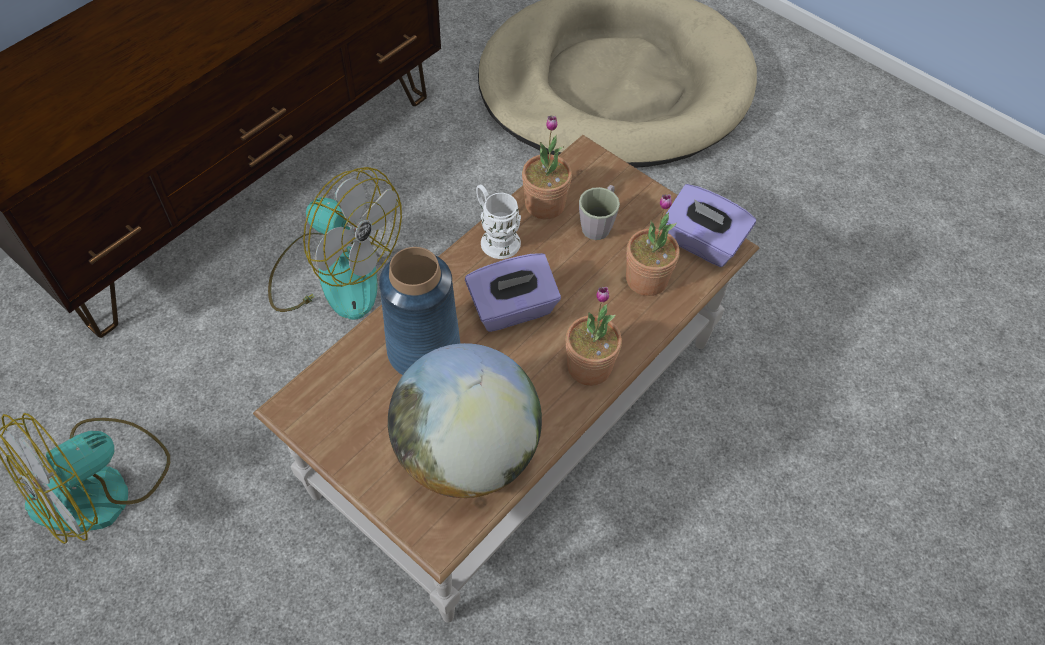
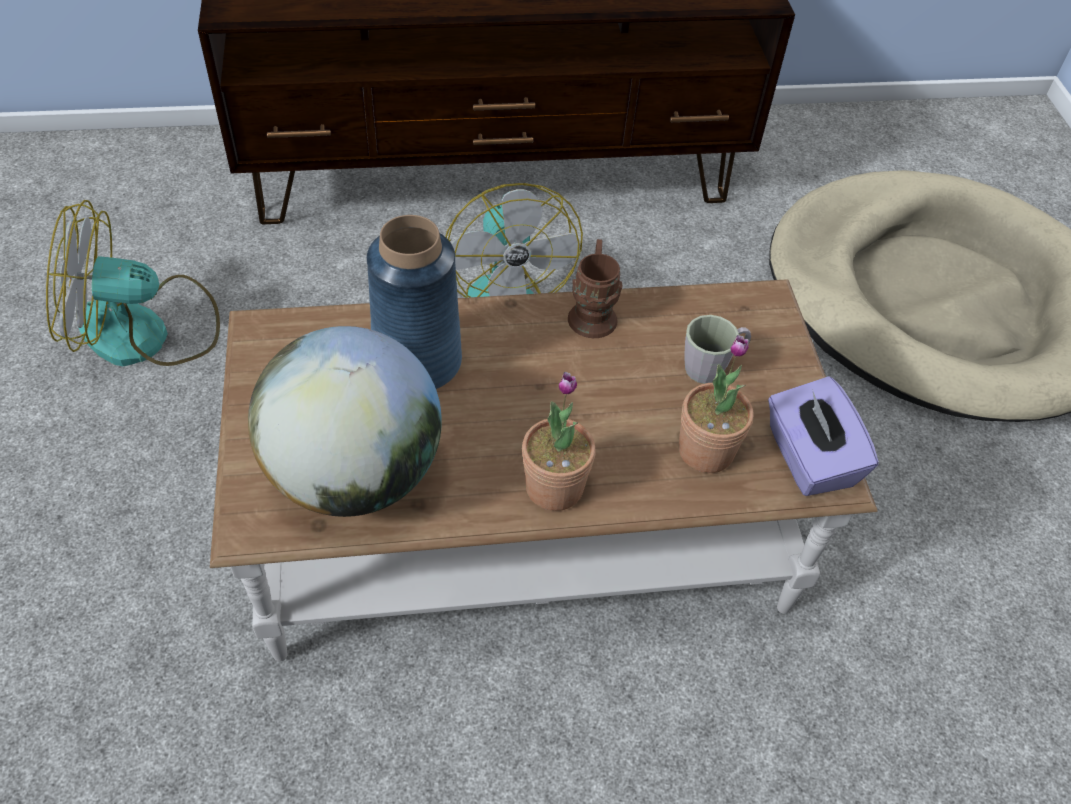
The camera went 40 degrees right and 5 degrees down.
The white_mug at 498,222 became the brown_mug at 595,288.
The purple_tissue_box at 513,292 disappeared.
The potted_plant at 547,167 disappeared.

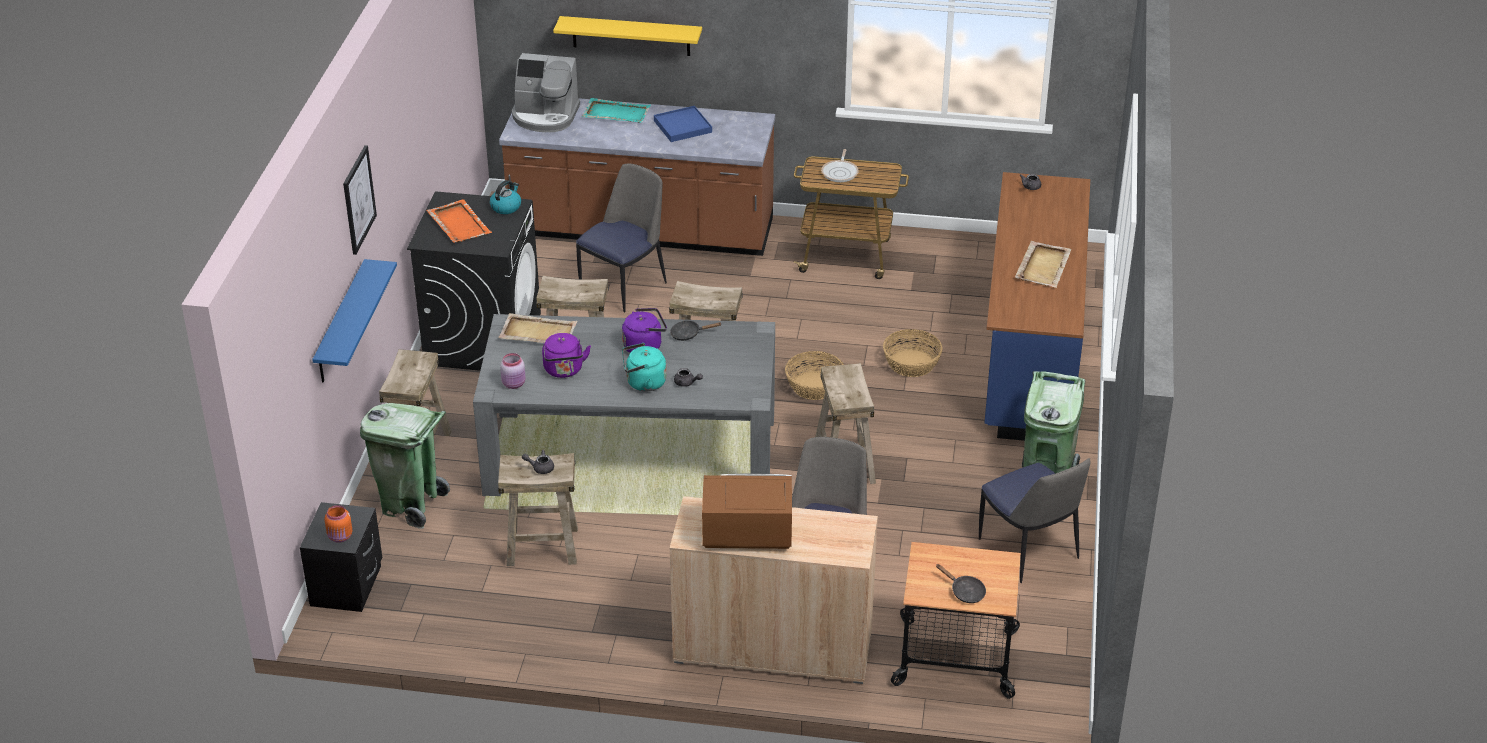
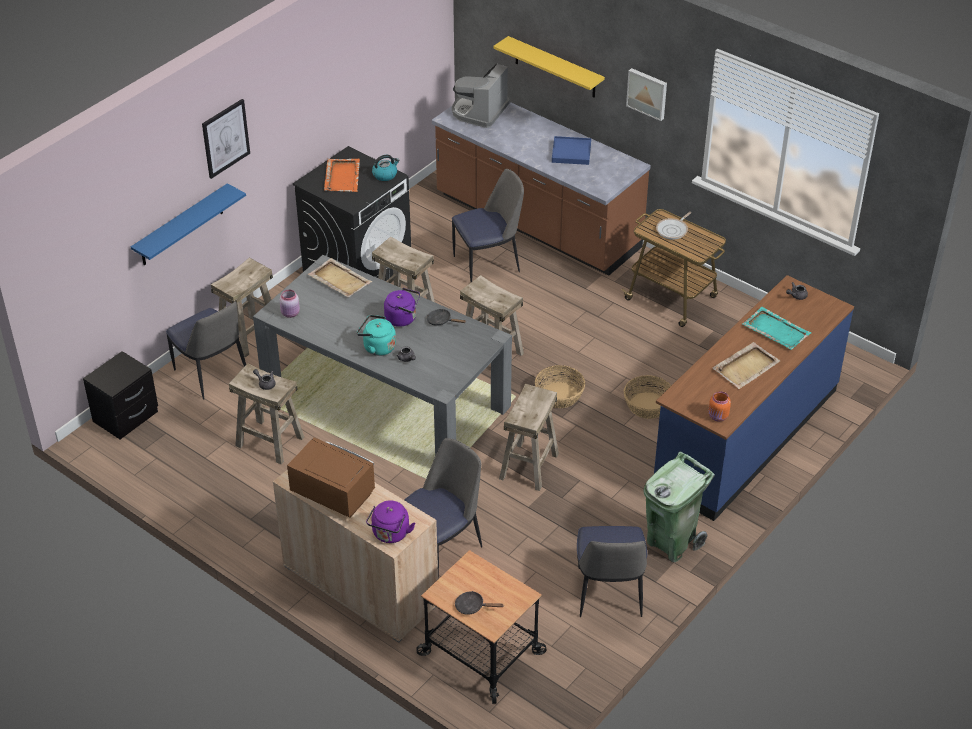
The camera went 30 degrees right and 5 degrees up.
The green_trash_can at 405,466 was replaced by the chair at 206,351.
The purple_kettle moved from 566,355 to 390,522.
The coffee_machine at 546,92 turned 75 degrees clockwise.
The black_frying_pan at 961,583 turned 120 degrees clockwise.
The picture at 646,94 appeared.
The orange_jar moved from 338,524 to 719,406.
The turquoise_tray moved from 616,110 to 776,328.

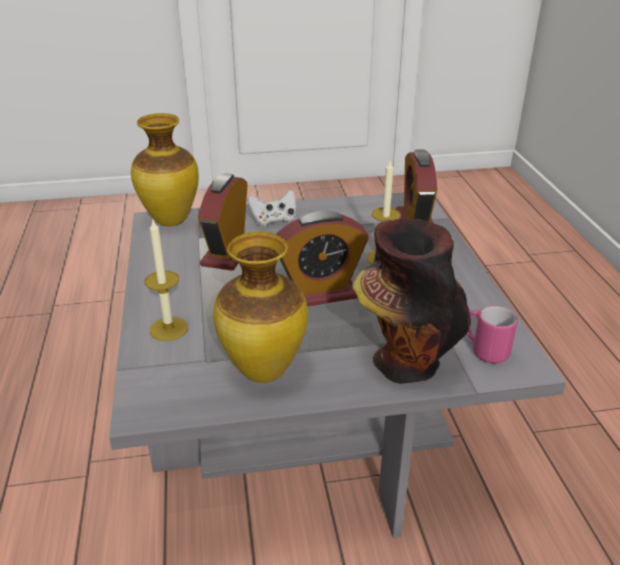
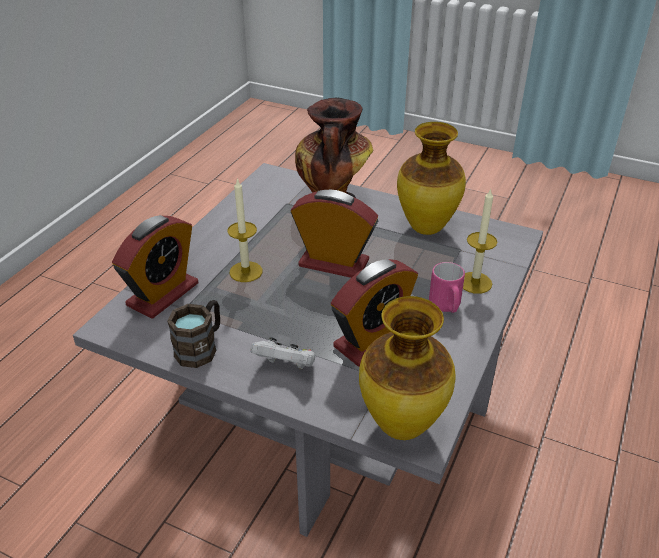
The camera went 145 degrees left and 5 degrees up.
The brown_mug at 193,334 appeared.
The pink_mug moved from 492,335 to 447,287.

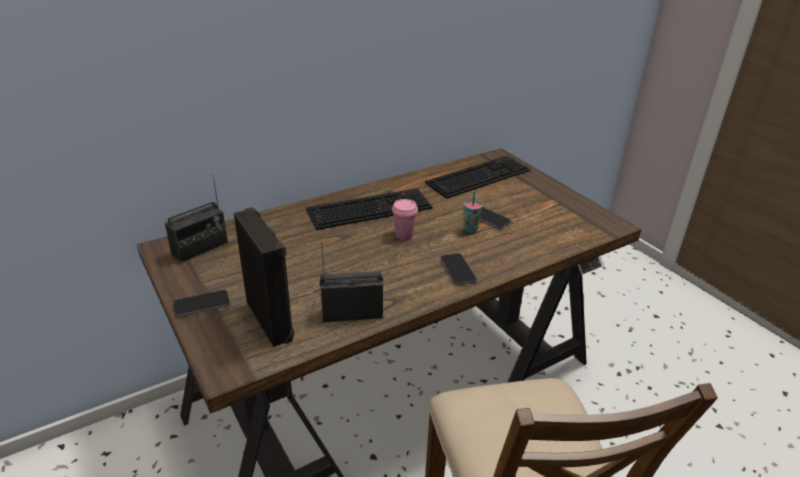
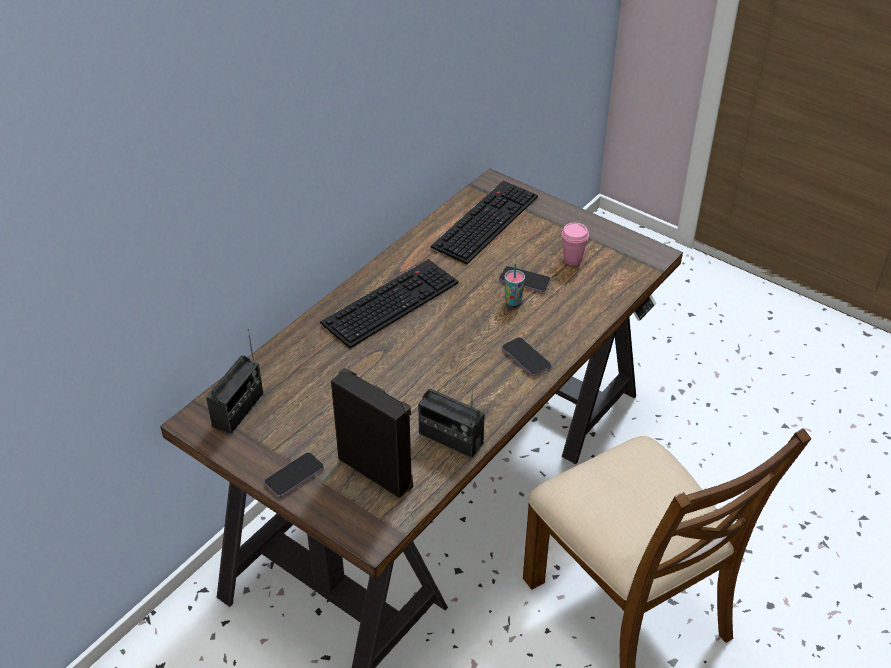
The camera went 20 degrees left and 10 degrees up.
The radio at 351,279 turned 120 degrees counterclockwise.
The pink_cup moved from 405,219 to 575,244.

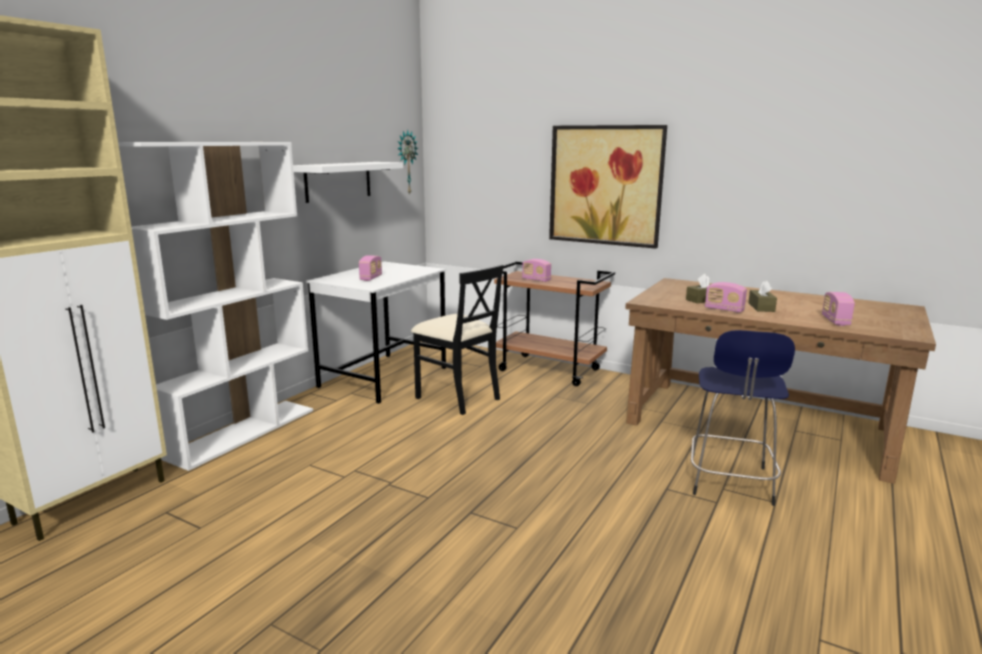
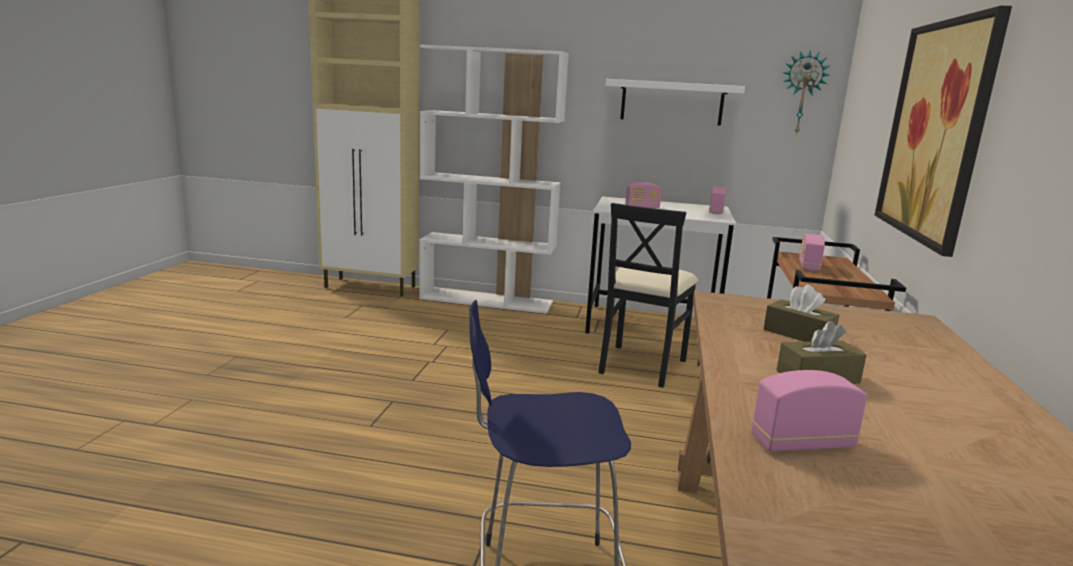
The camera went 70 degrees right and 0 degrees up.
The radio moved from 726,297 to 717,200.

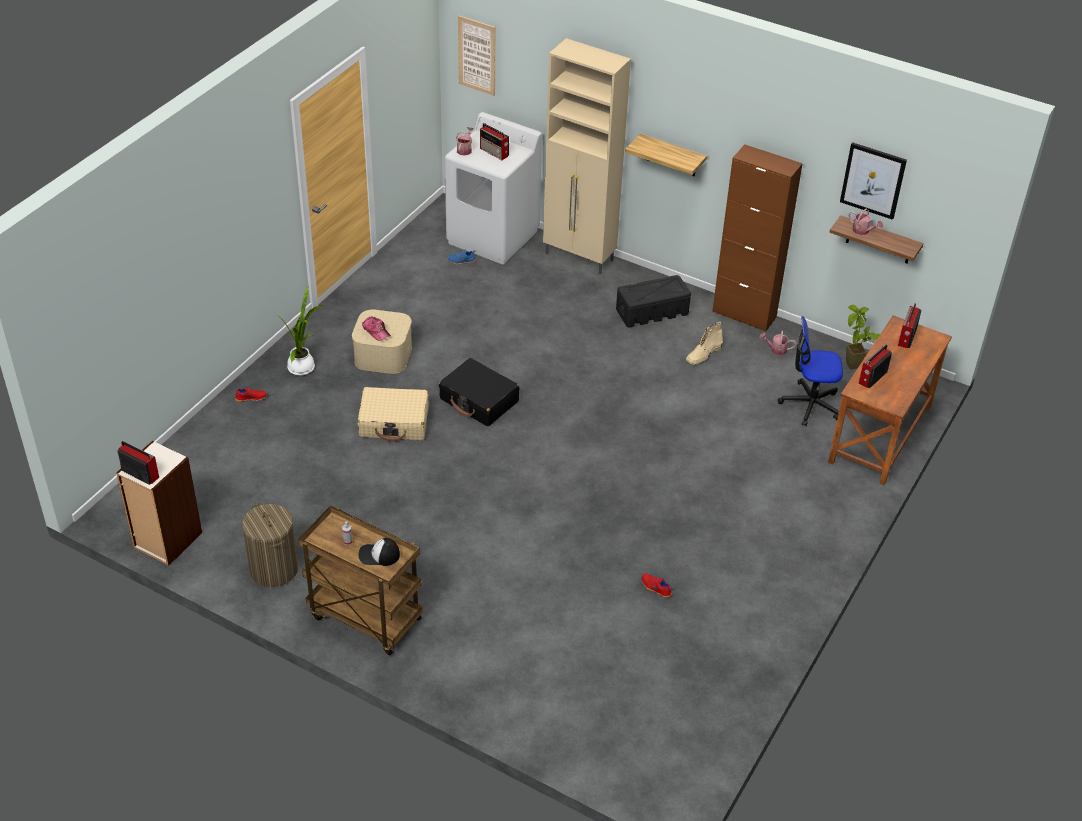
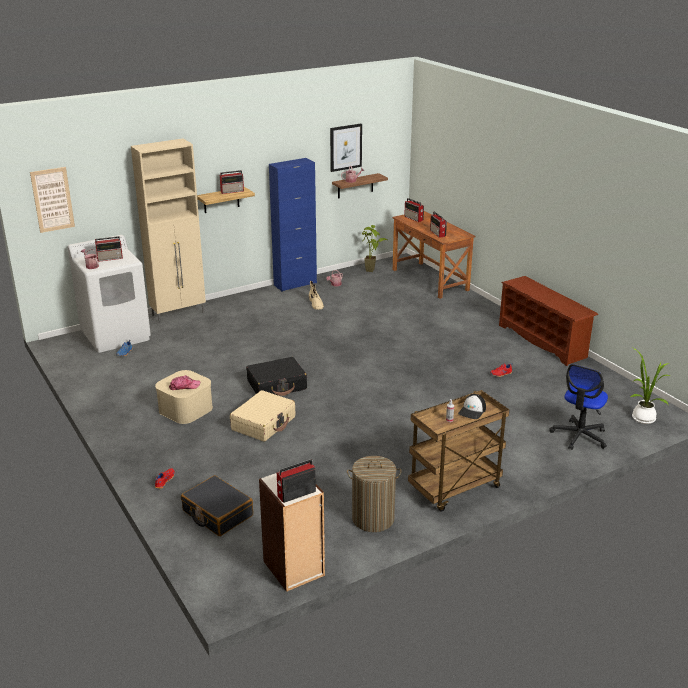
The camera went 60 degrees left and 15 degrees down.
The black_suitcase at 217,505 appeared.
The radio at 232,182 appeared.
The brown_cabinet at 757,238 became the blue_cabinet at 293,225.
The brown_shoe_rack at 548,321 appeared.
The office_chair moved from 810,371 to 579,407.
The potted_plant moved from 299,331 to 651,386.
The black_storage_box at 653,301 disappeared.

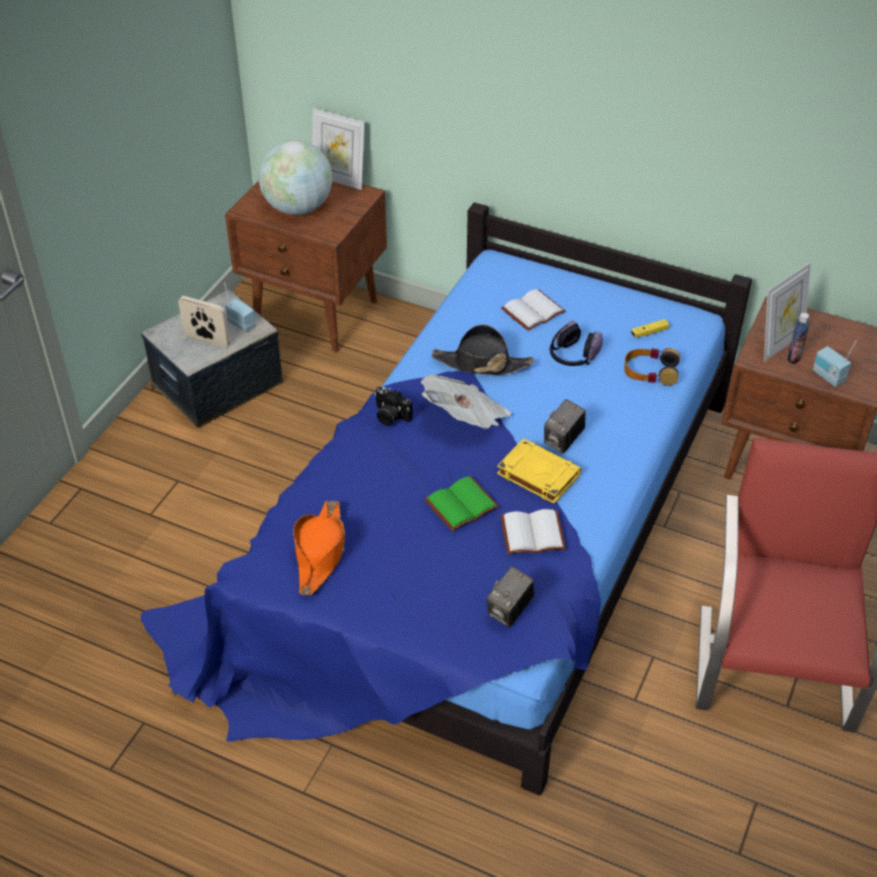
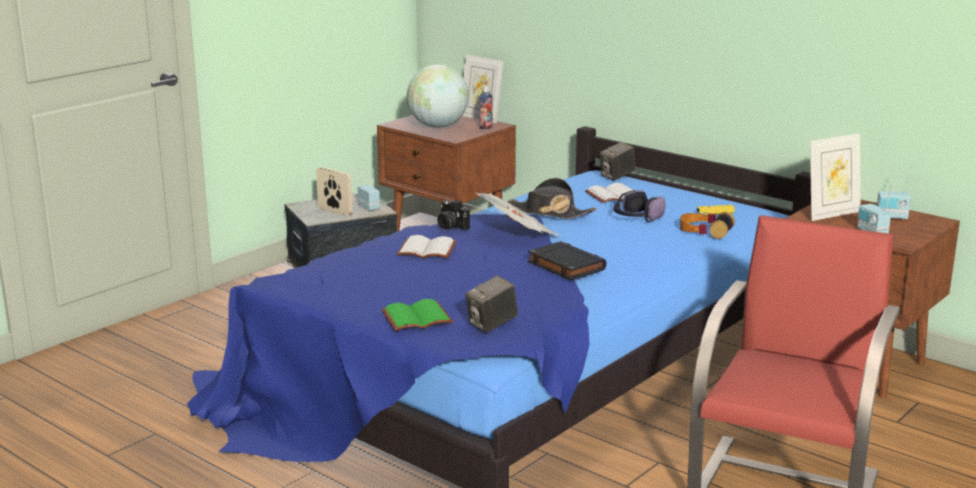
The camera went 15 degrees right and 25 degrees down.
The green_book moved from 461,503 to 417,315.
The white_book moved from 533,531 to 427,246.
The bottle moved from 798,338 to 486,107.
The yellow_book at 539,471 became the black_book at 567,261.
The photo_camera moved from 565,426 to 618,161.
The radio at 895,193 appeared.
The orange_hat at 319,548 disappeared.

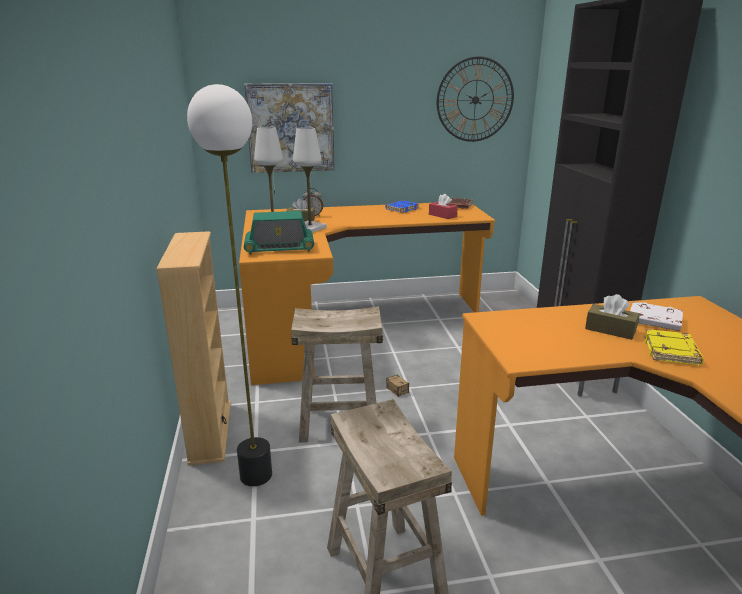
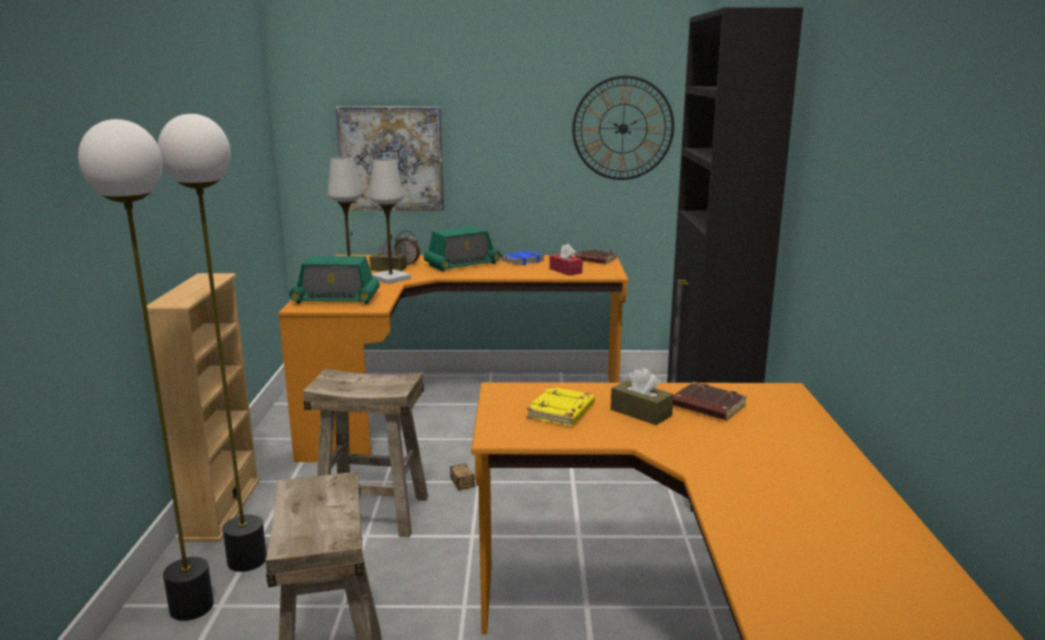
The camera went 10 degrees right and 5 degrees down.
The floor_lamp at 146,370 appeared.
The radio at 462,249 appeared.
The yellow_book moved from 674,347 to 560,406.
The white_book at 657,316 became the brown_book at 710,401.

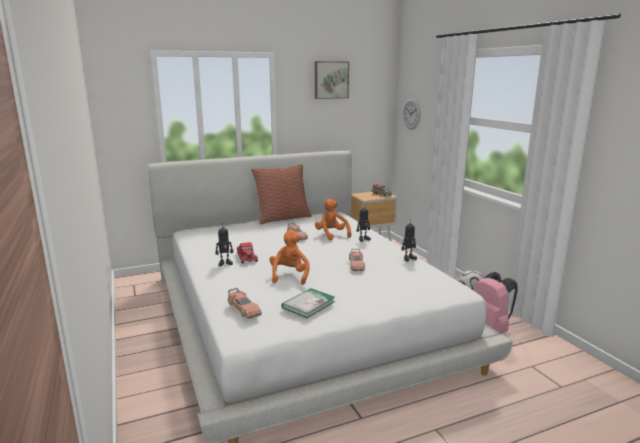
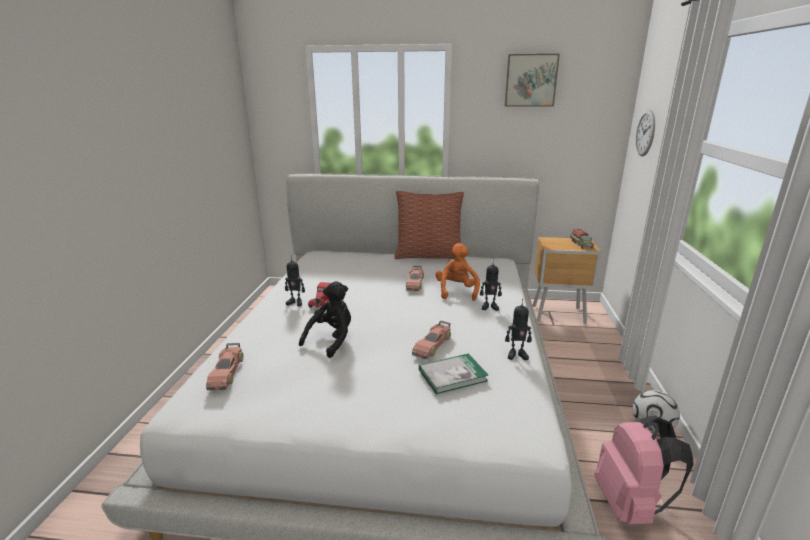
The camera went 30 degrees right and 5 degrees up.
The orange_plush_toy at 290,257 became the black_plush_toy at 325,319.
The book moved from 308,303 to 454,373.

